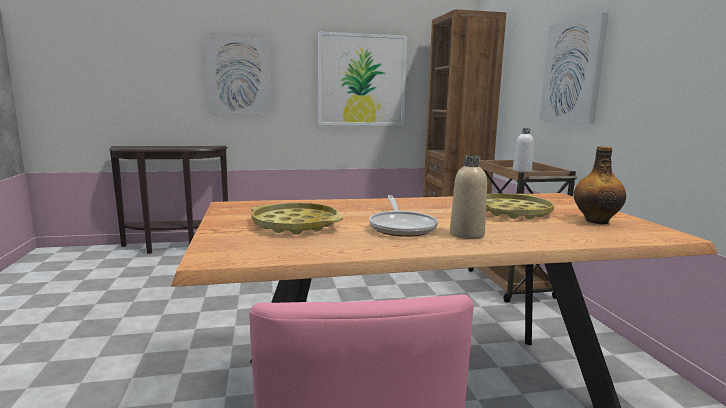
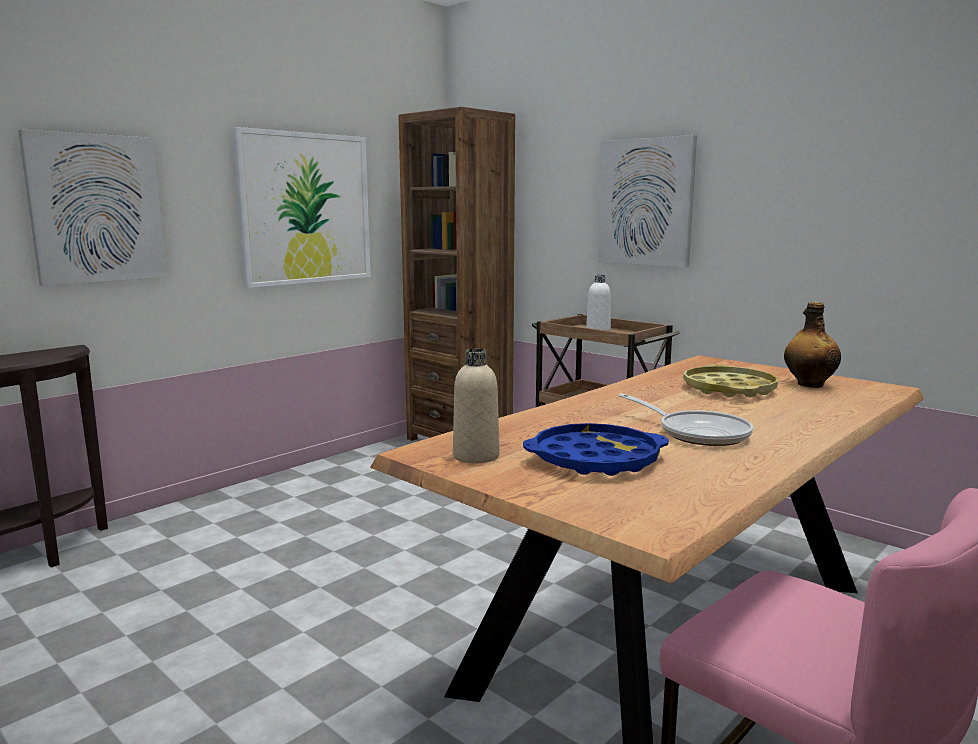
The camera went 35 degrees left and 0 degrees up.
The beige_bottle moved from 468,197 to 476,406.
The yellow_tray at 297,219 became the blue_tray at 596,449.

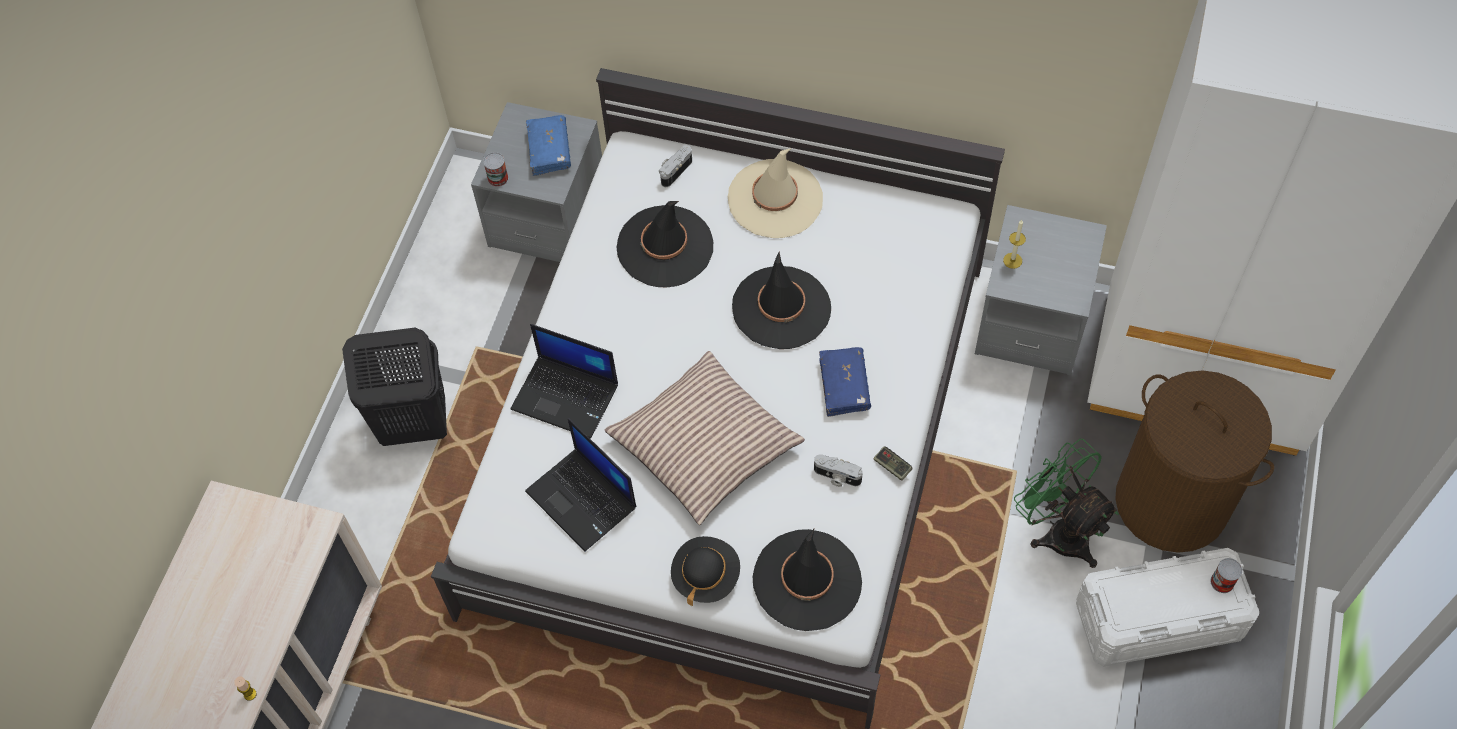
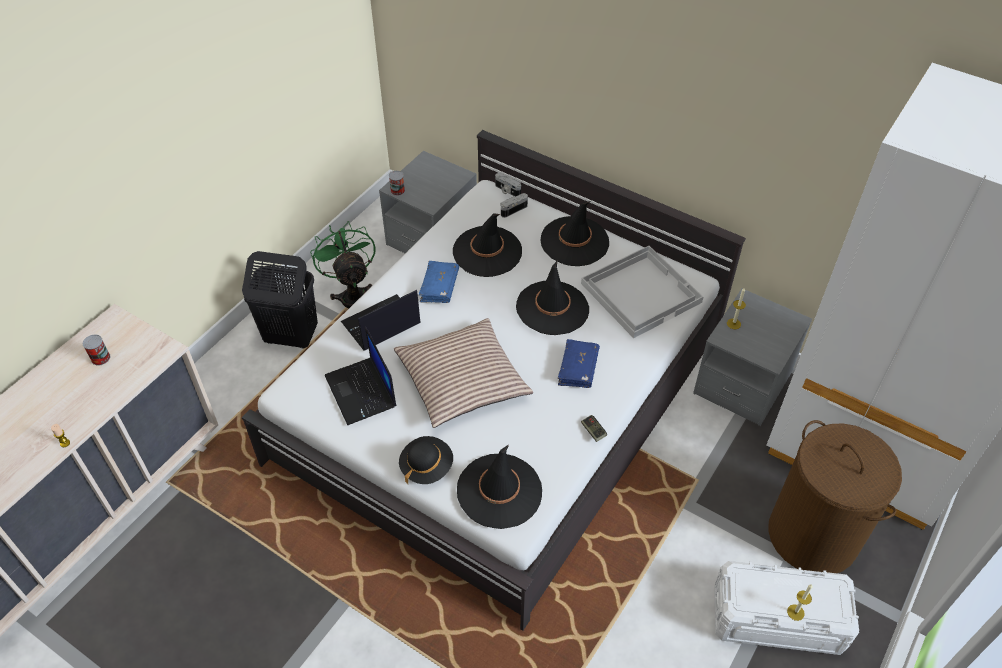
The camera went 15 degrees right and 10 degrees down.
The can moved from 1226,575 to 96,350.
The green_fan moved from 1066,503 to 342,264.
The laptop at 564,381 turned 105 degrees clockwise.
The blue_book moved from 548,145 to 439,282.
The photo_camera moved from 838,470 to 508,185.
The beige_hat at 775,193 became the black_hat at 574,233.
The white_tray at 642,292 appeared.
The candle at 800,602 appeared.

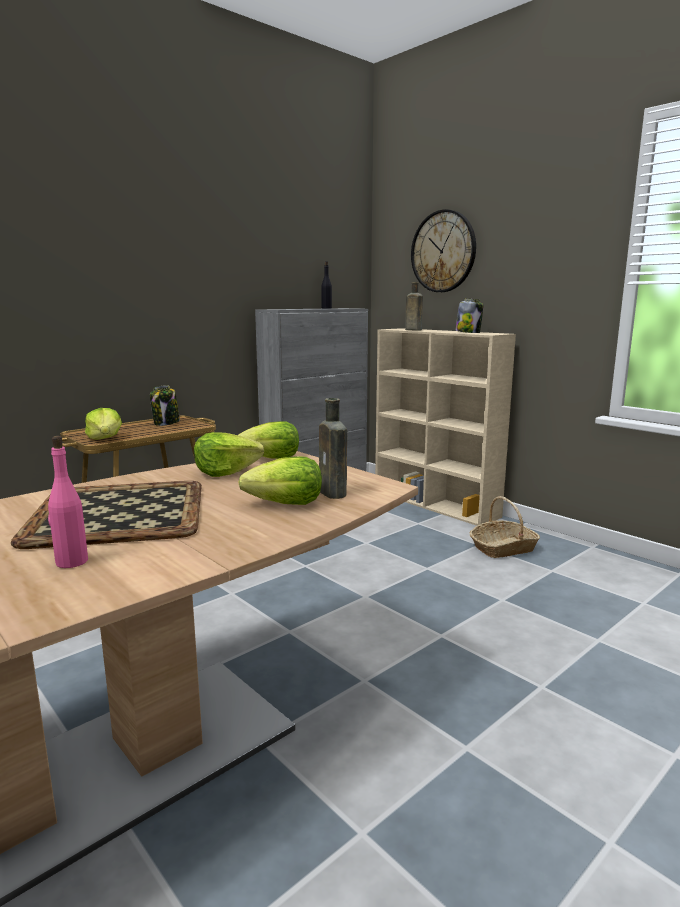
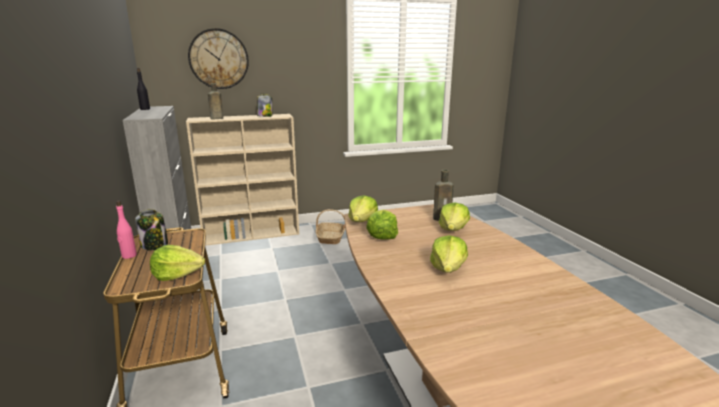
The camera went 65 degrees left and 5 degrees up.
The pink_bottle moved from 68,502 to 126,230.
The tray at 106,515 was replaced by the lettuce at 449,254.

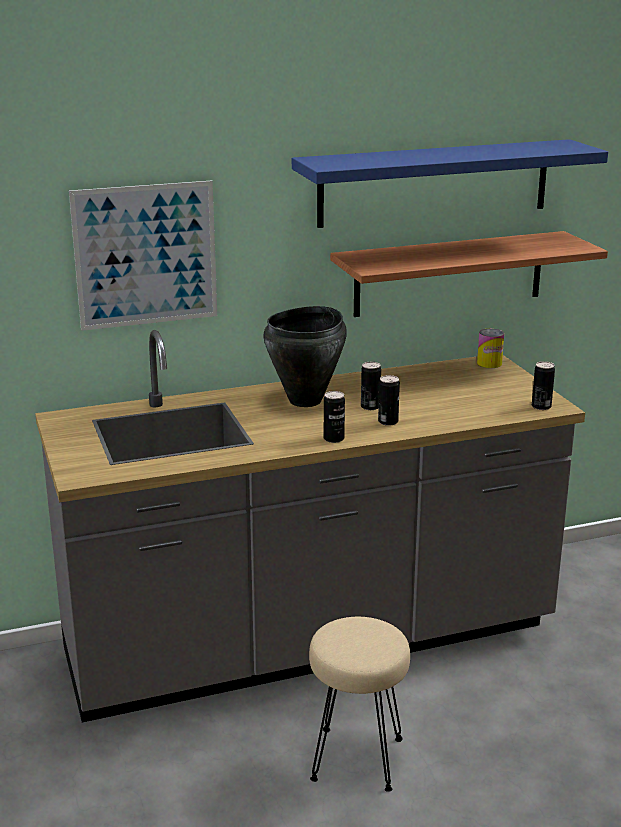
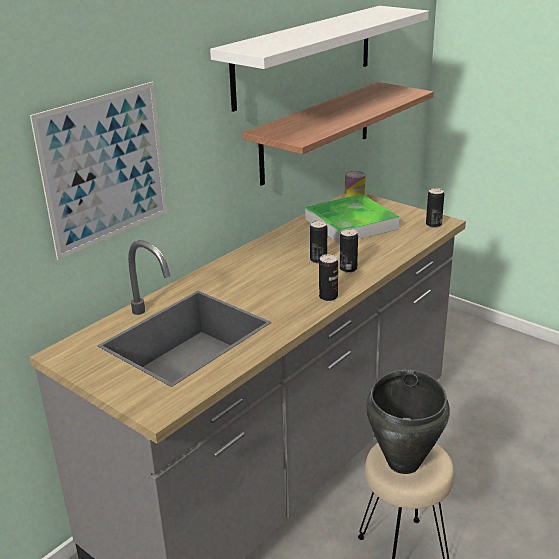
The camera went 30 degrees left and 5 degrees up.
The blue_shelf at 450,183 became the white_shelf at 319,59.
The tray at 352,219 appeared.
The black_cooking_pot moved from 305,356 to 408,421.

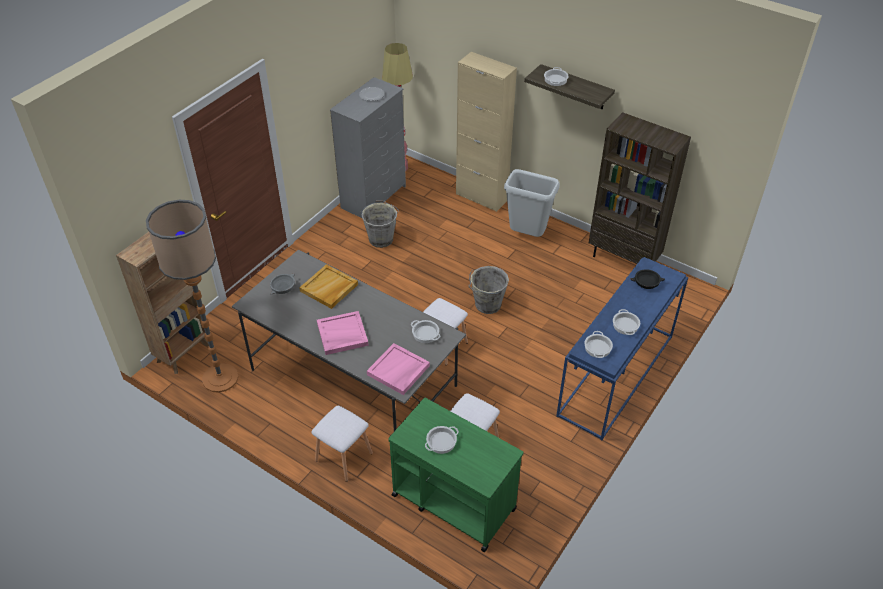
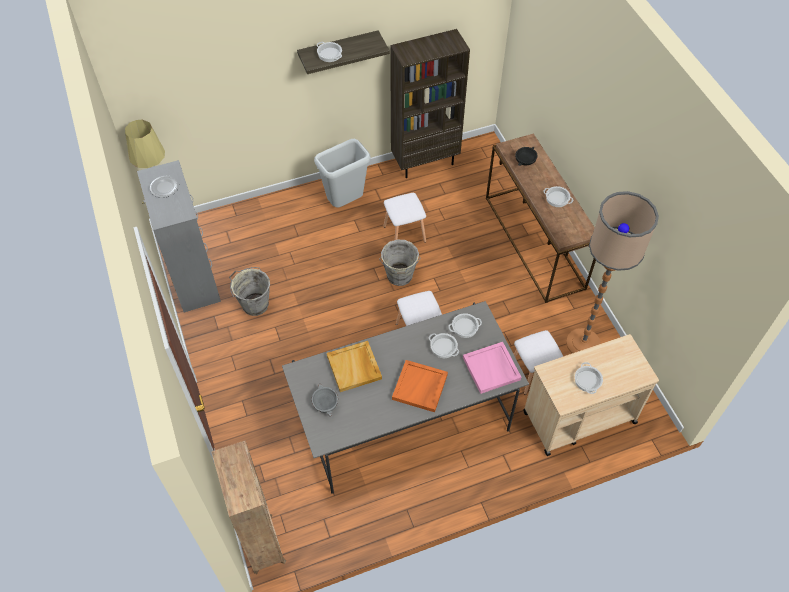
The camera went 55 degrees left and 10 degrees up.
The white_stool moved from 342,444 to 404,218.
The pink_tray at 343,333 became the orange_tray at 420,386.
The cooking_pot moved from 598,344 to 444,345.
The blue_console_table at 622,348 became the brown_console_table at 541,218.
The green_cart at 455,475 became the beige_cart at 591,395.
The floor_lamp moved from 192,296 to 612,272.
The beige_cabinet at 486,132 disappeared.

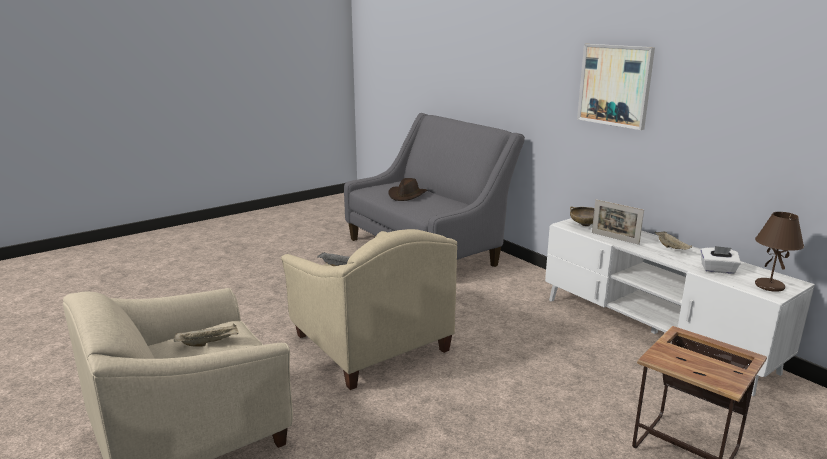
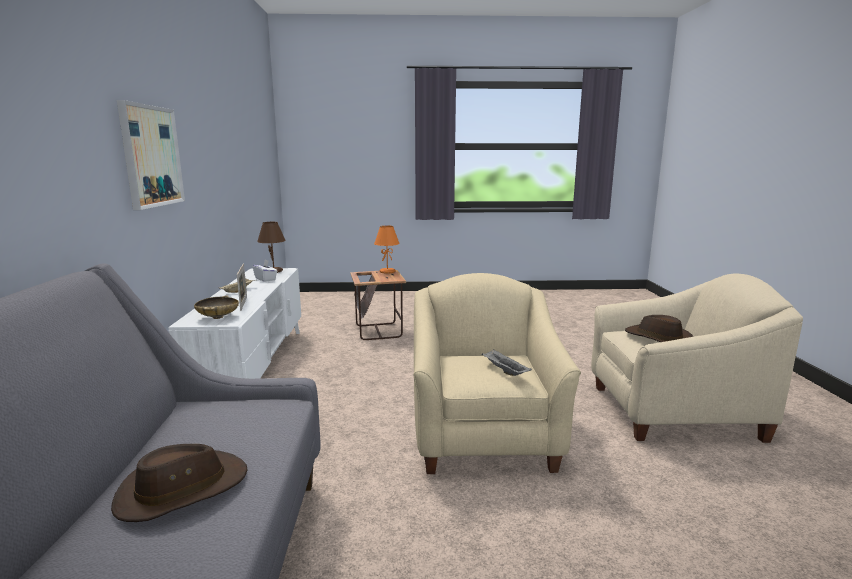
The camera went 145 degrees left and 5 degrees down.
The orange_table_lamp at 387,250 appeared.
The beige_tray at 206,335 was replaced by the brown_hat at 659,328.

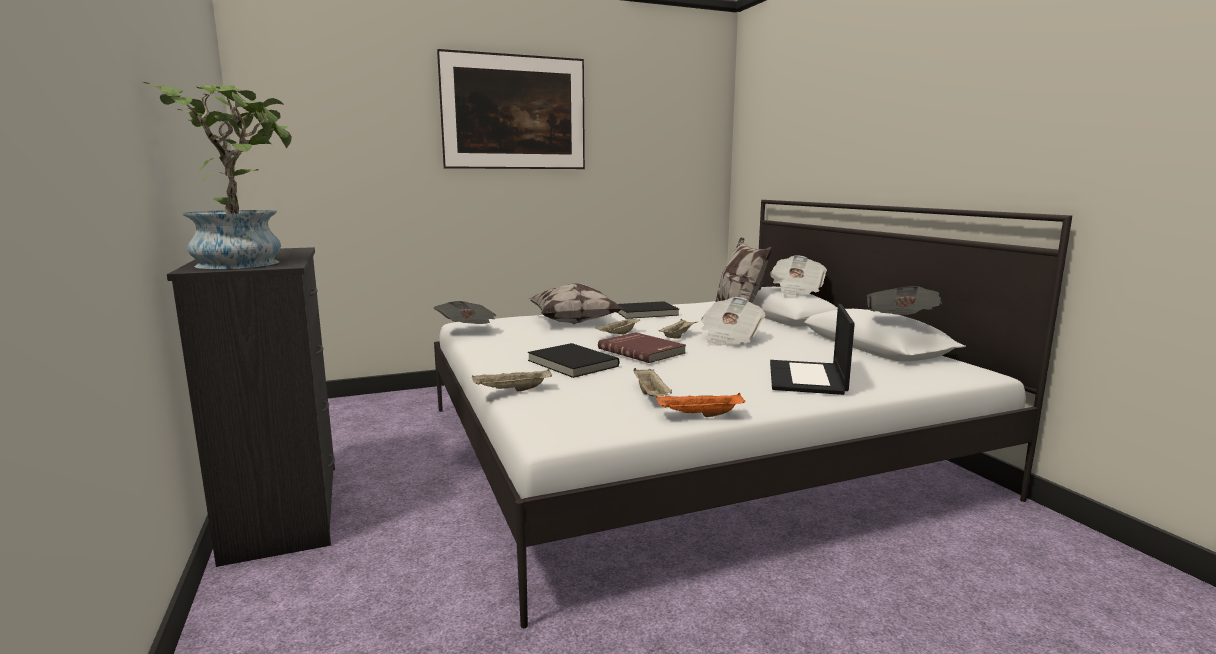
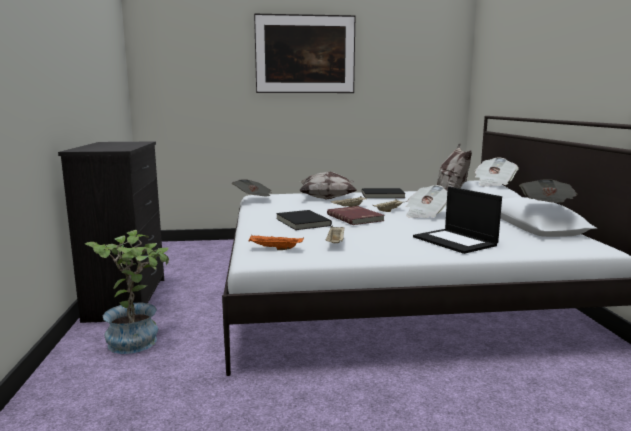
The camera went 15 degrees right and 0 degrees up.
The potted_plant moved from 217,175 to 127,292.
The orange_tray moved from 700,405 to 276,242.
The laptop at 812,349 turned 60 degrees counterclockwise.
The beige_tray at 512,379 disappeared.

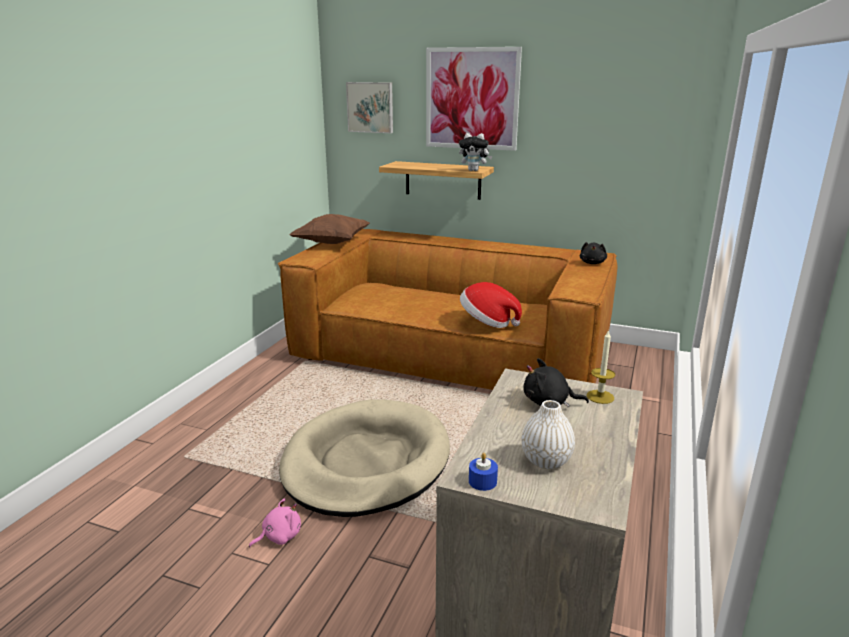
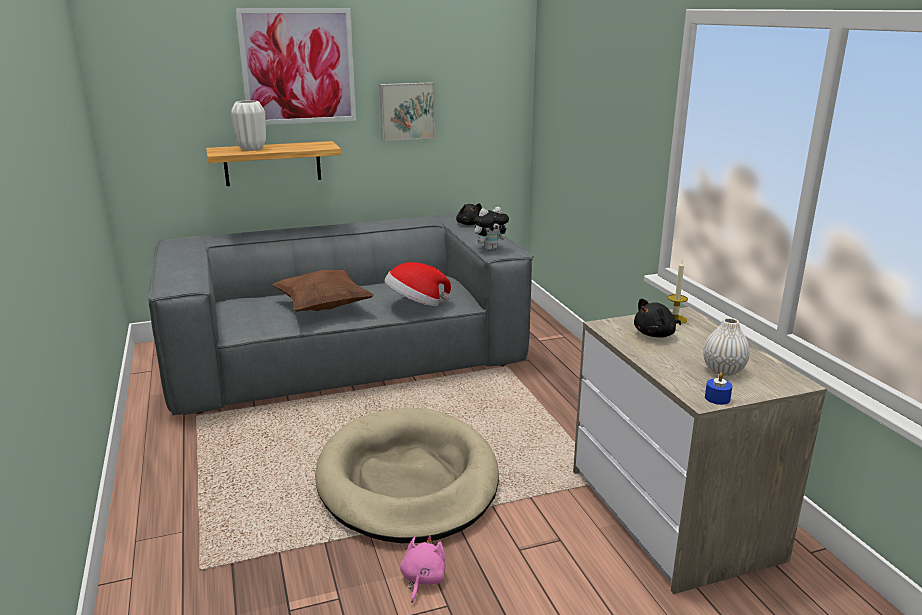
The camera went 40 degrees left and 0 degrees up.
The brown_sofa at 447,309 became the grey_sofa at 341,314.
The white_vase at 248,125 appeared.
The brown_pillow moved from 330,229 to 323,291.
The picture moved from 369,107 to 407,111.
The plush_toy moved from 475,152 to 492,228.

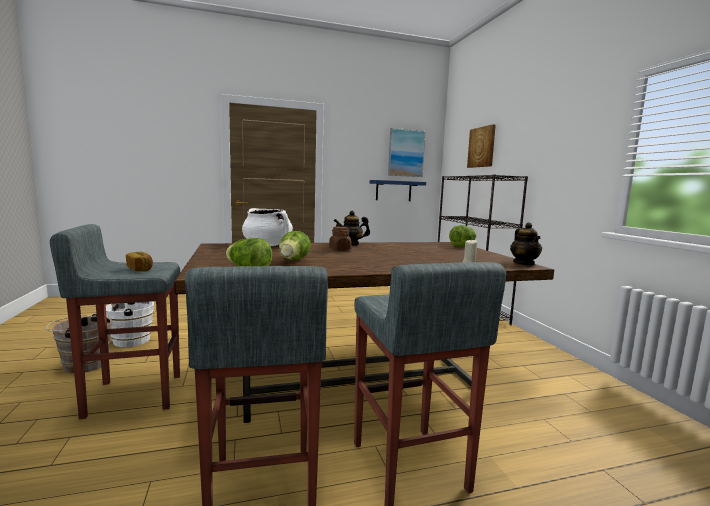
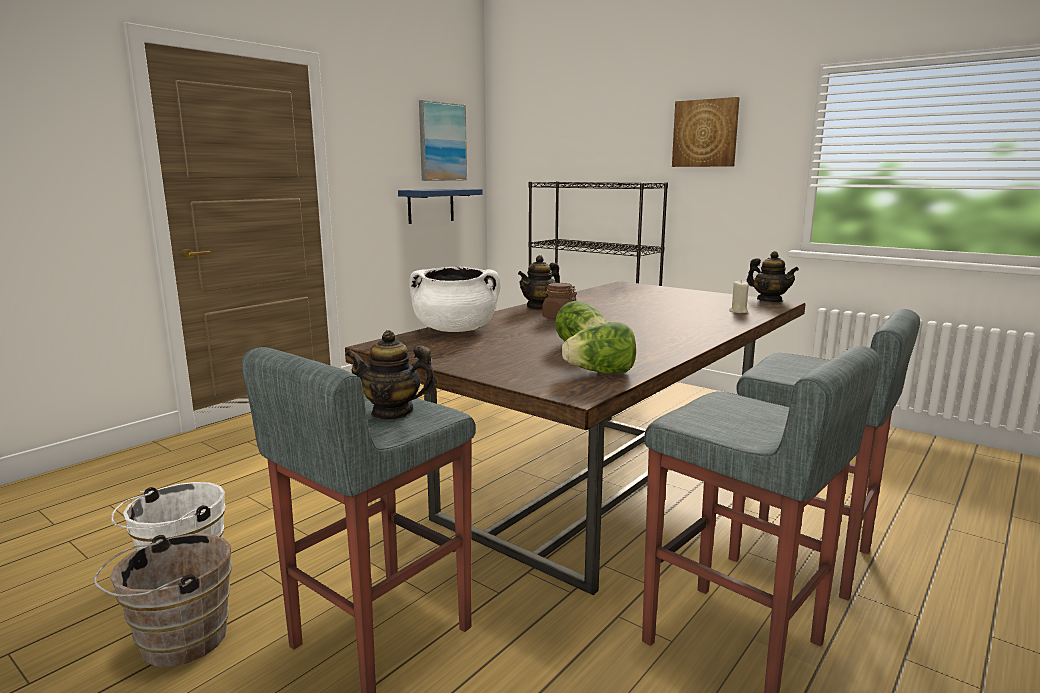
The camera went 35 degrees left and 5 degrees up.
The bread at 139,262 was replaced by the teapot at 392,375.
The picture moved from 481,146 to 706,132.
The lettuce at 462,236 disappeared.

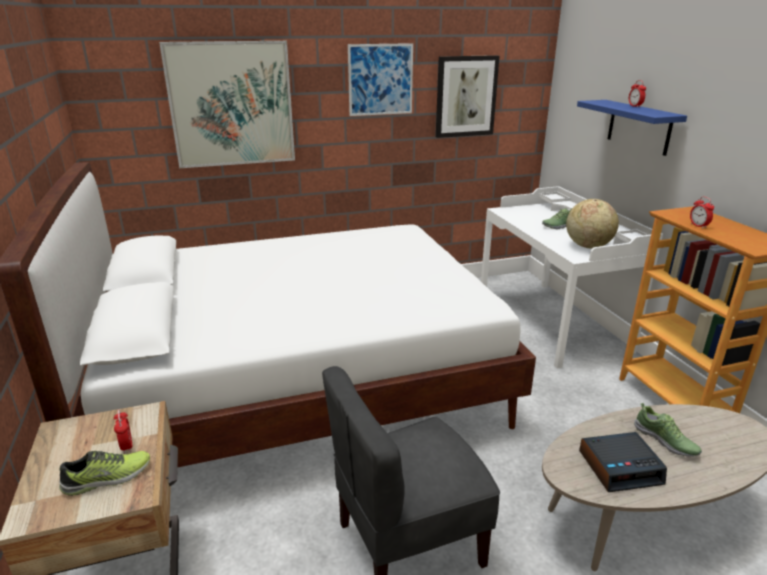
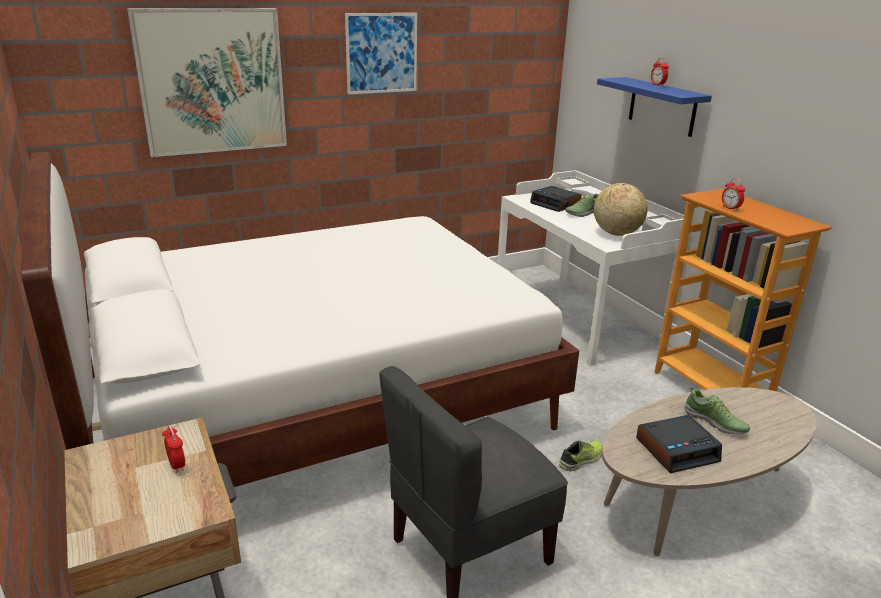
The camera went 10 degrees left and 0 degrees up.
The alarm_clock at 556,199 appeared.
The shoe moved from 104,473 to 580,456.
The picture at 468,96 disappeared.

